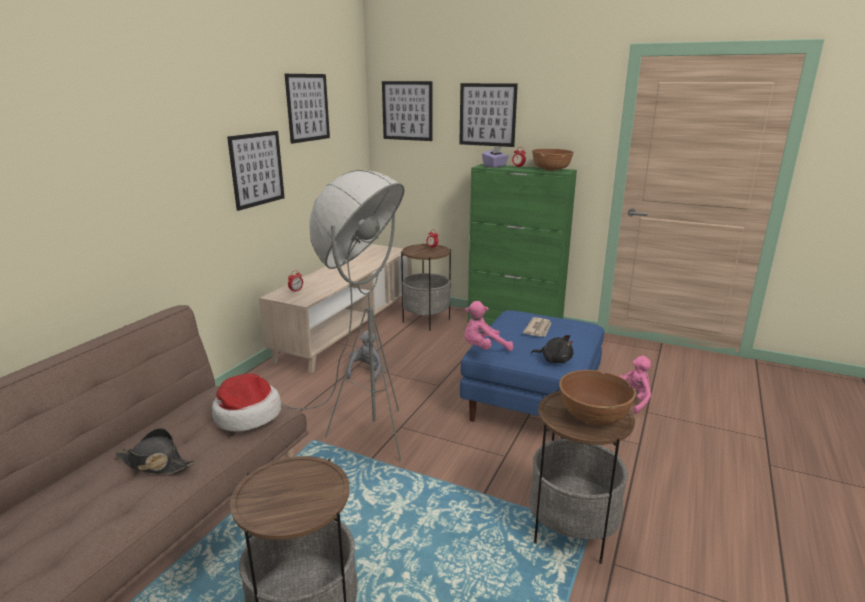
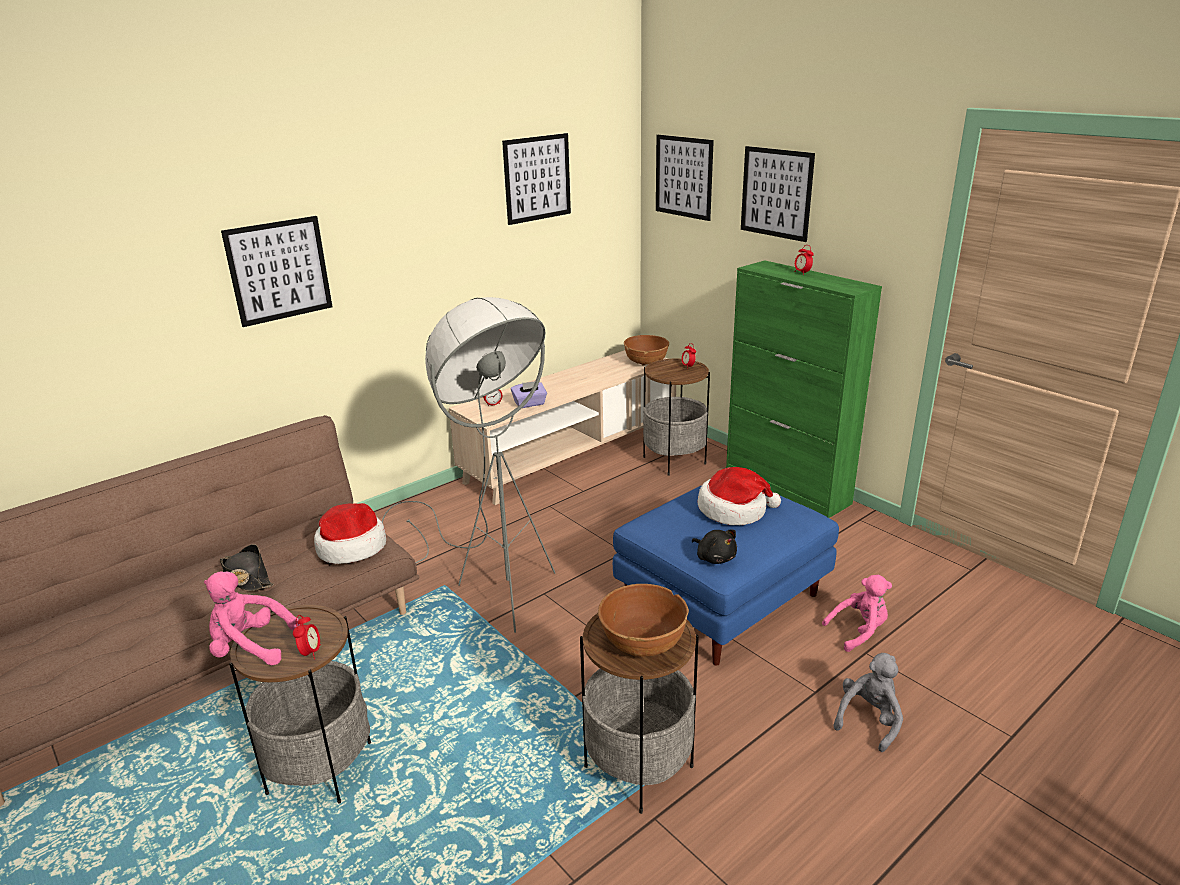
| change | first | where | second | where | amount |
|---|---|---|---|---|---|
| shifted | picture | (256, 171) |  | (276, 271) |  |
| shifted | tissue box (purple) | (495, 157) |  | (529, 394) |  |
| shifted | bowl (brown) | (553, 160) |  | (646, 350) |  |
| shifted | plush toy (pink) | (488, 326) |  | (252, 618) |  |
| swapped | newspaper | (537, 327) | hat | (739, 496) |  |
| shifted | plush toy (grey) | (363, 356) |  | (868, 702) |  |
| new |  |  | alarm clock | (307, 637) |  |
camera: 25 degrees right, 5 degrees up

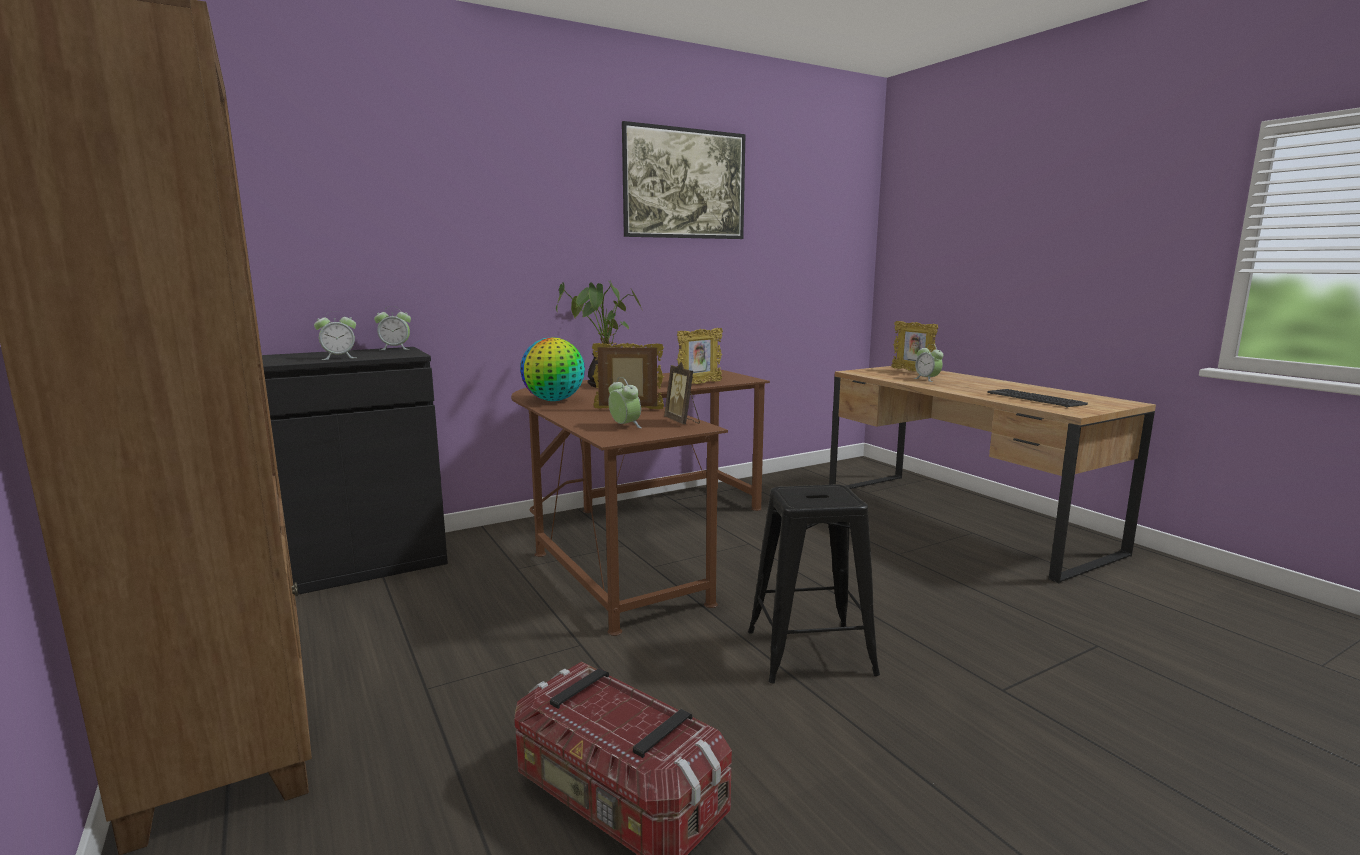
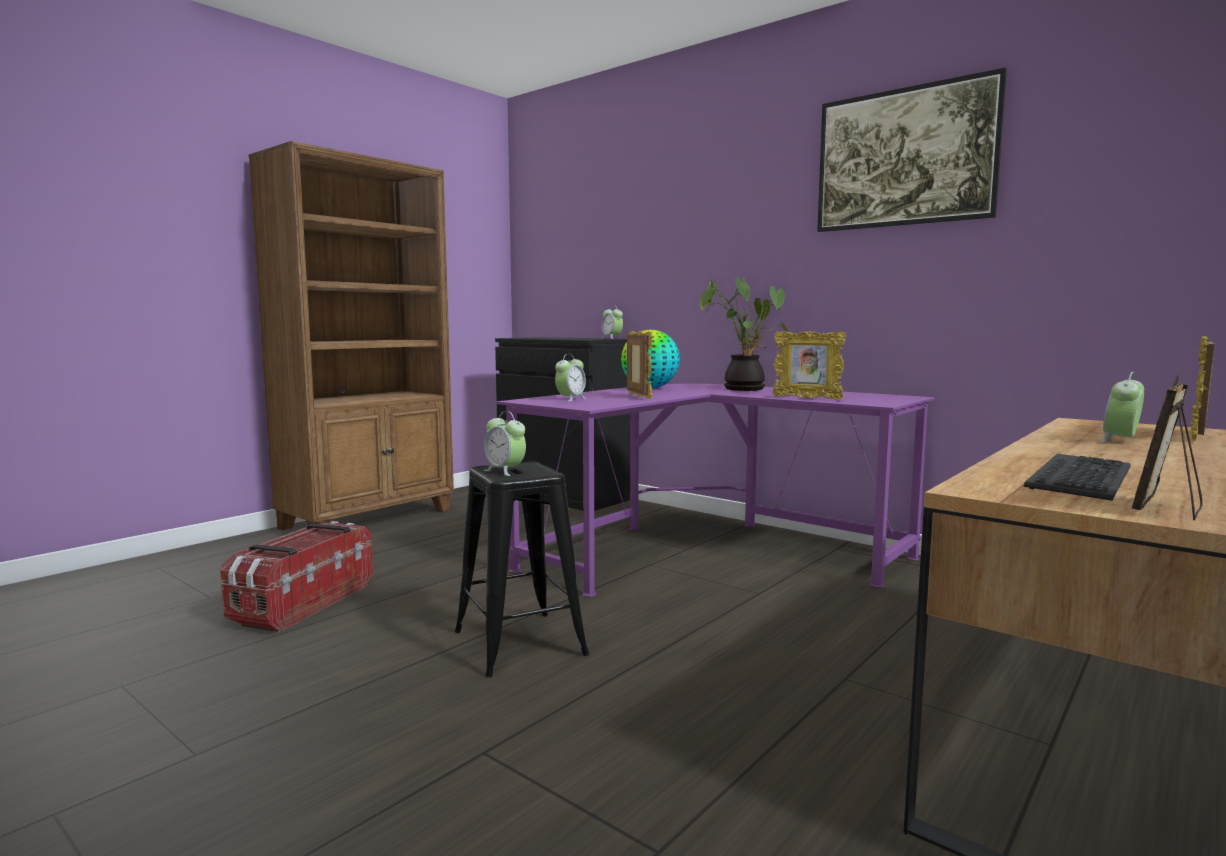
| change | first | where | second | where | amount |
|---|---|---|---|---|---|
| shifted | alarm clock | (335, 335) |  | (505, 443) |  |
| shifted | picture frame | (682, 393) |  | (1167, 446) |  |
| repainted | desk (brown) | (640, 502) | desk (purple) | (715, 490) |  |
camera: 70 degrees right, 5 degrees down

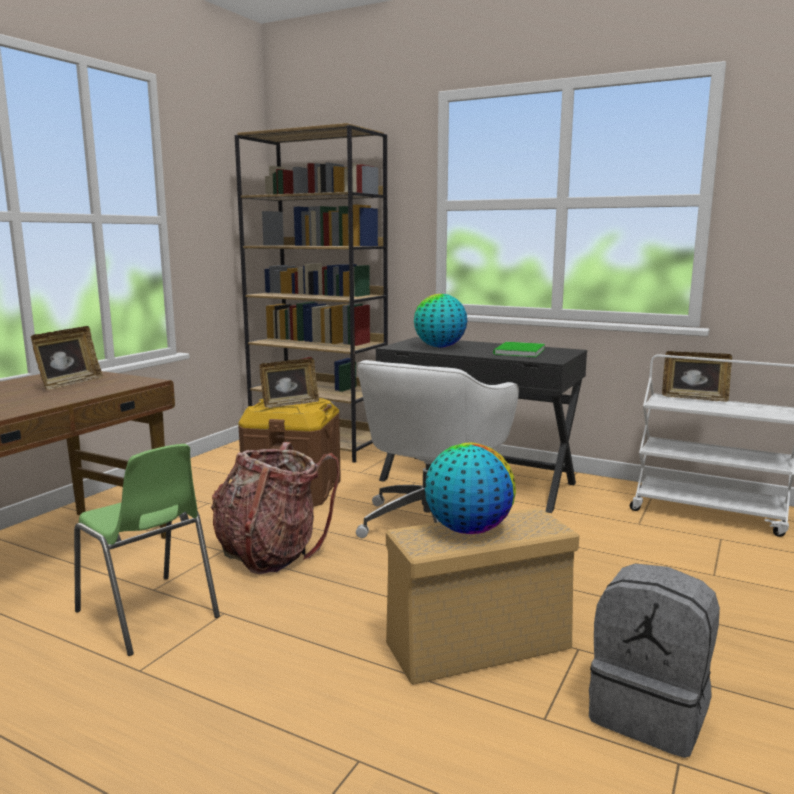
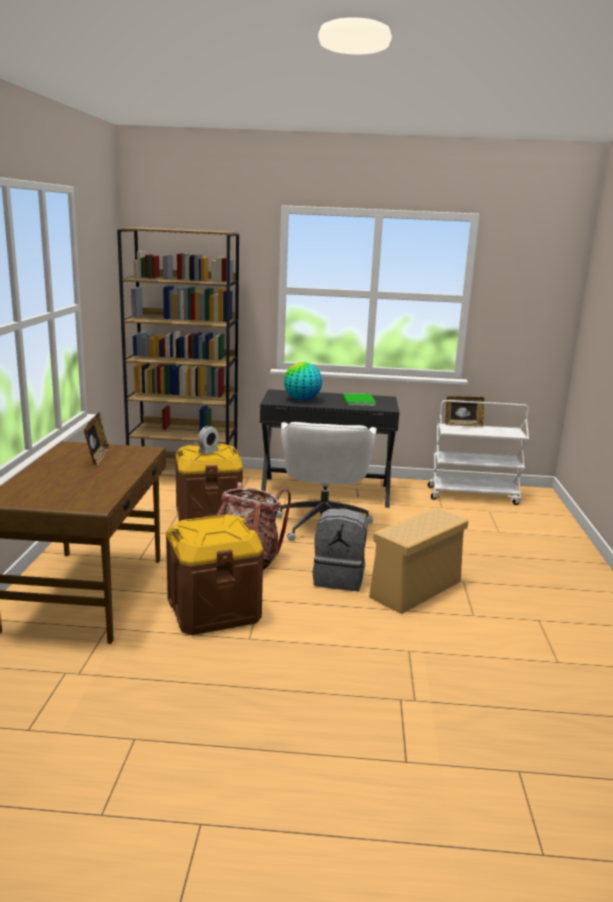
| change | first | where | second | where | amount |
|---|---|---|---|---|---|
| swapped | picture frame | (289, 383) | alarm clock | (208, 440) |  |
| gone | globe | (470, 488) |  |  |  |
| swapped | chair (green) | (147, 550) | storage box (brown) | (215, 574) |  |
| shifted | backpack (grey) | (654, 660) |  | (340, 549) |  |
camera: 25 degrees left, 5 degrees up

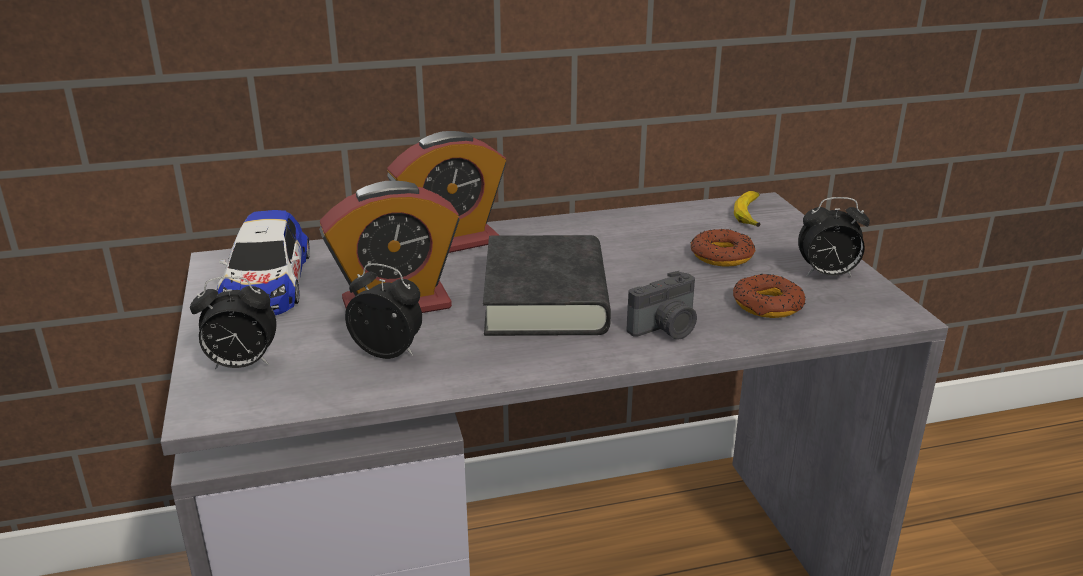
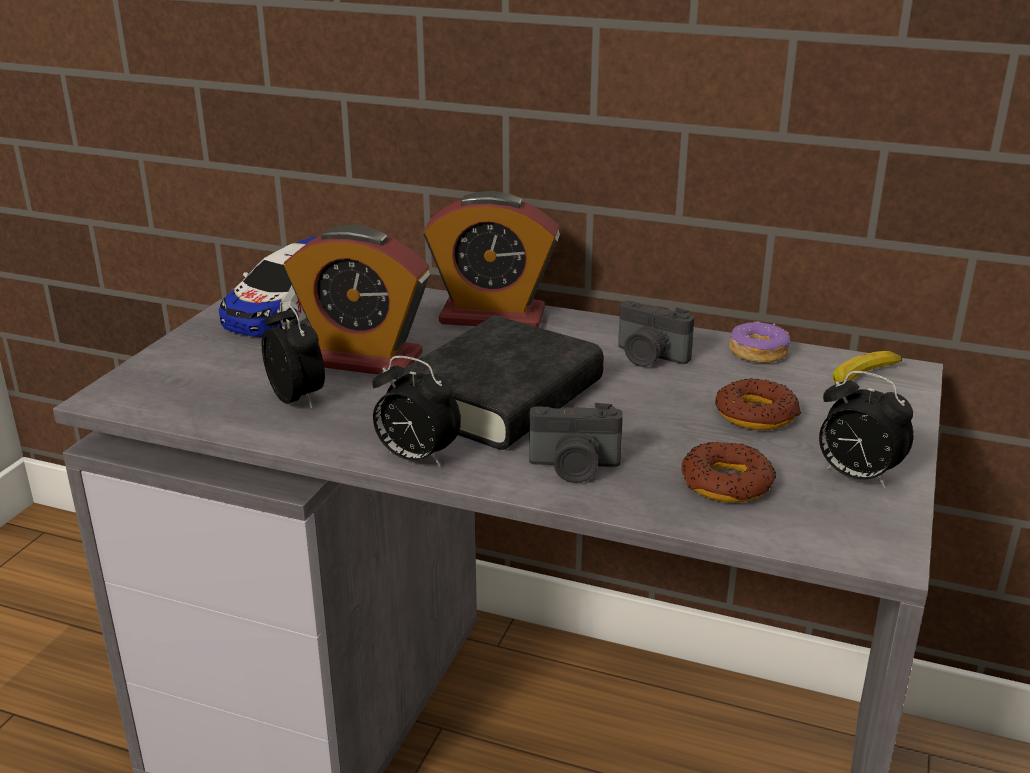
| change | first | where | second | where | amount |
|---|---|---|---|---|---|
| shifted | alarm clock | (233, 322) |  | (416, 411) |  |
| new |  |  | photo camera | (656, 334) |  |
| new |  |  | donut | (759, 342) |  |
camera: 35 degrees right, 0 degrees up

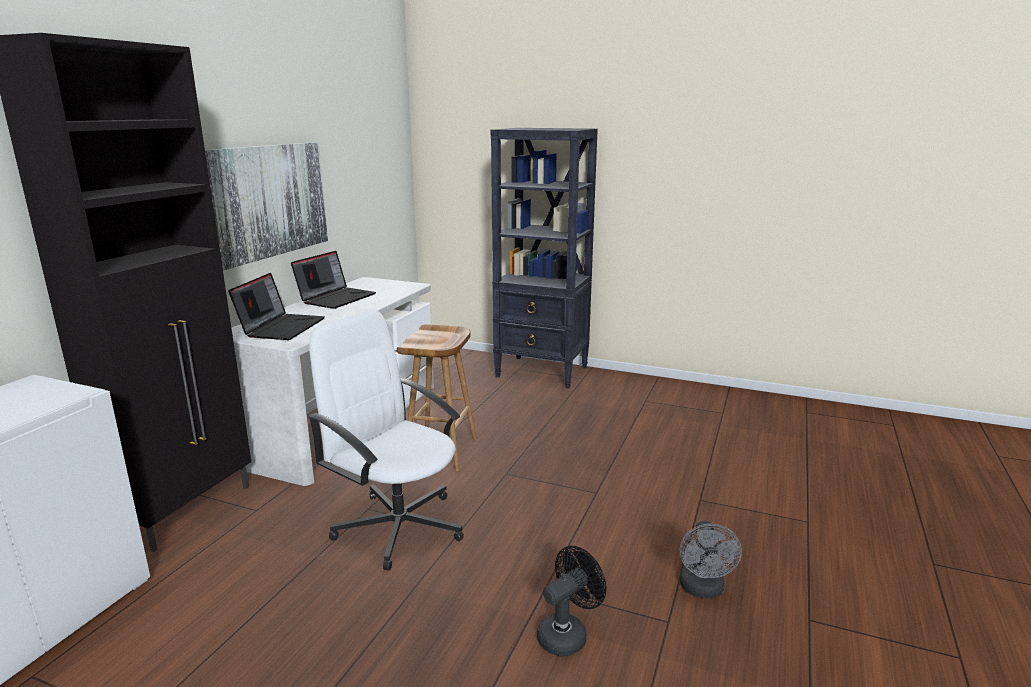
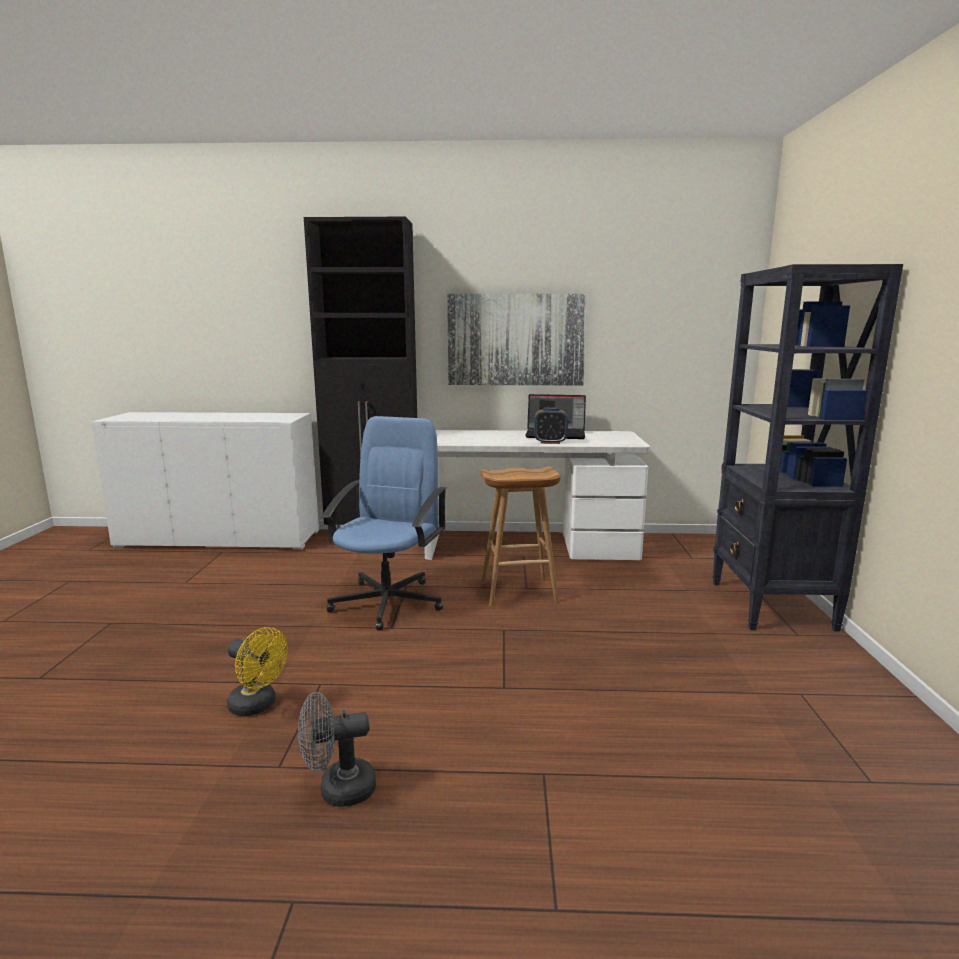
| change | first | where | second | where | amount |
|---|---|---|---|---|---|
| gone | laptop | (276, 306) |  |  |  |
| repainted | office chair (white) | (386, 440) | office chair (blue) | (384, 523) |  |
| repainted | fan (black) | (571, 601) | fan (yellow) | (257, 671) |  |
| new |  |  | alarm clock | (551, 425) |  |
camera: 70 degrees right, 5 degrees down

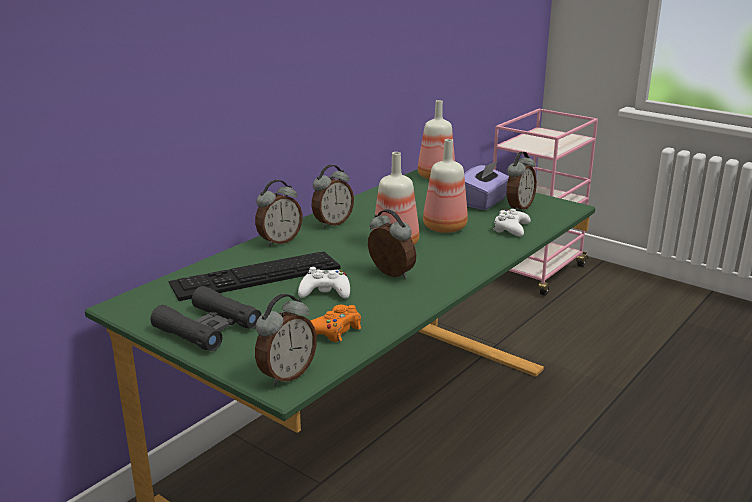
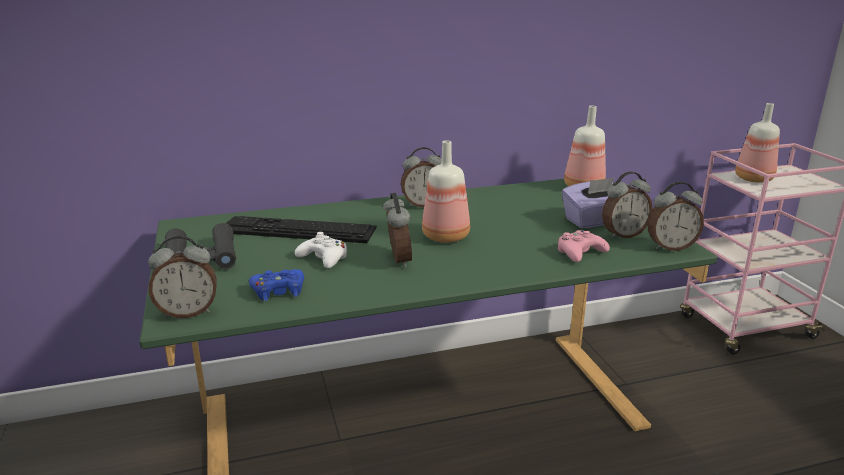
| change | first | where | second | where | amount |
|---|---|---|---|---|---|
| shifted | bottle | (445, 186) |  | (757, 143) |  |
| shifted | alarm clock | (279, 213) |  | (675, 216) |  |
| repainted | game controller (white) | (512, 222) | game controller (pink) | (583, 245) |  |
| repainted | game controller (orange) | (335, 323) | game controller (blue) | (276, 285) |  |
camera: 35 degrees right, 0 degrees up

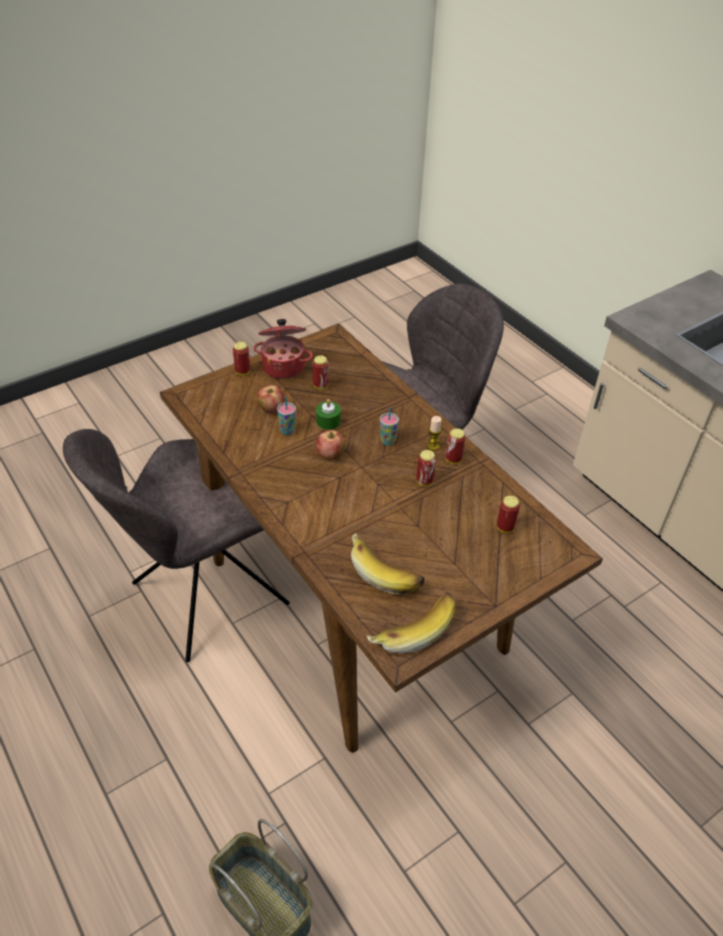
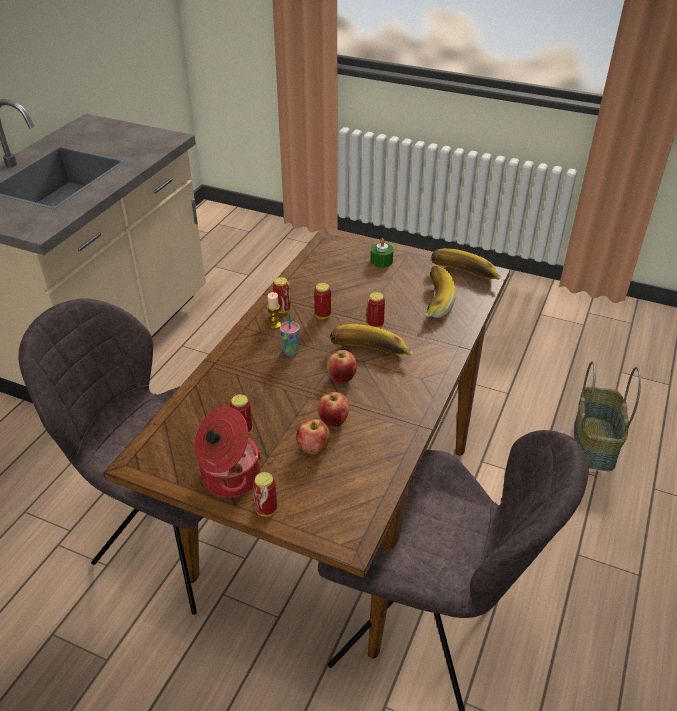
| change | first | where | second | where | amount |
|---|---|---|---|---|---|
| swapped | cup | (286, 415) | apple | (334, 409) |  |
| shifted | candle (green) | (328, 414) |  | (382, 253) |  |
| shifted | can | (508, 514) |  | (376, 310) |  |
| new |  |  | banana | (371, 340) |  |
camera: 120 degrees left, 5 degrees down

